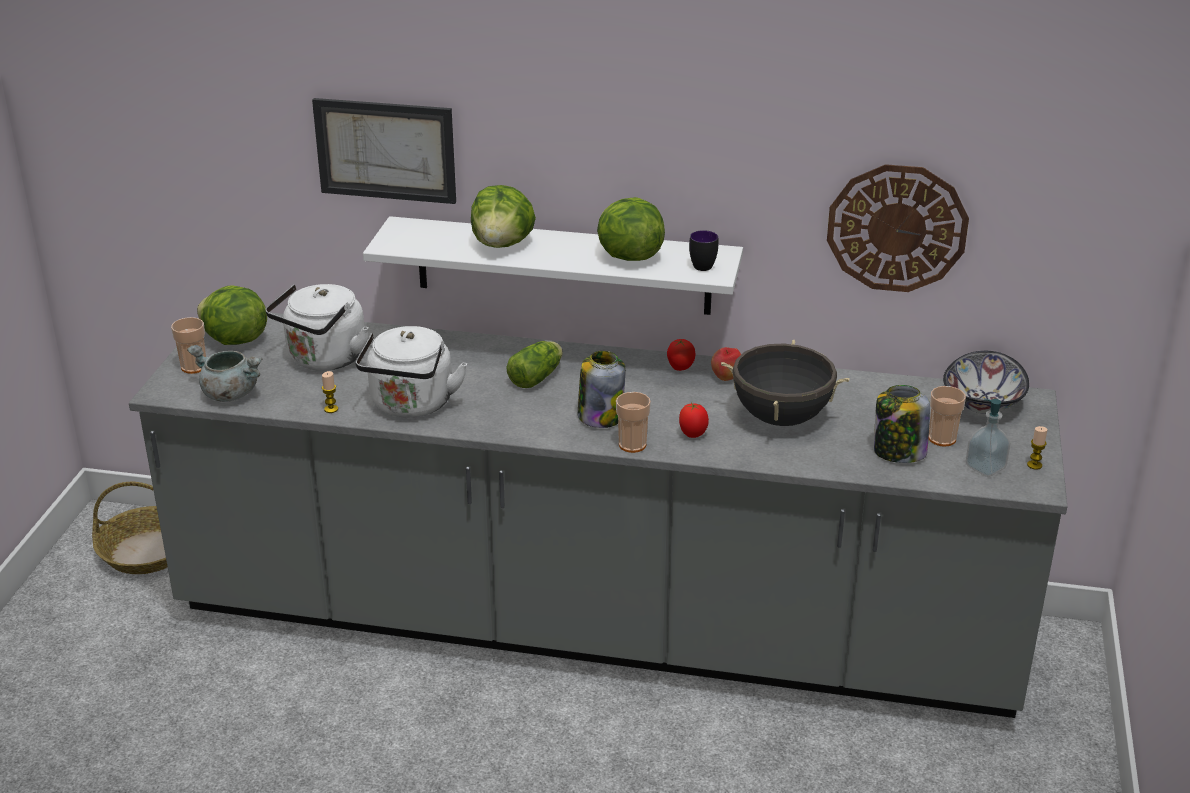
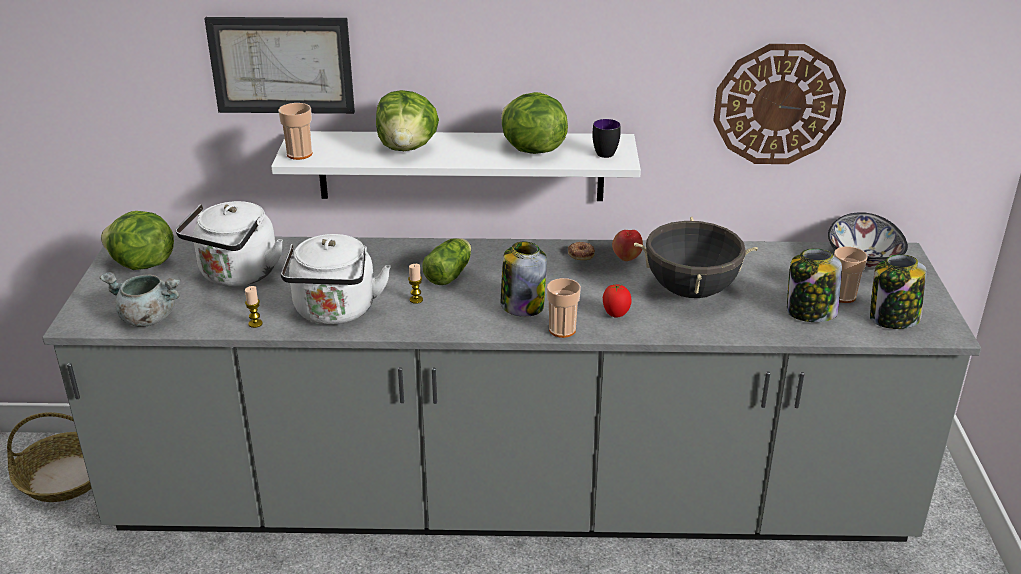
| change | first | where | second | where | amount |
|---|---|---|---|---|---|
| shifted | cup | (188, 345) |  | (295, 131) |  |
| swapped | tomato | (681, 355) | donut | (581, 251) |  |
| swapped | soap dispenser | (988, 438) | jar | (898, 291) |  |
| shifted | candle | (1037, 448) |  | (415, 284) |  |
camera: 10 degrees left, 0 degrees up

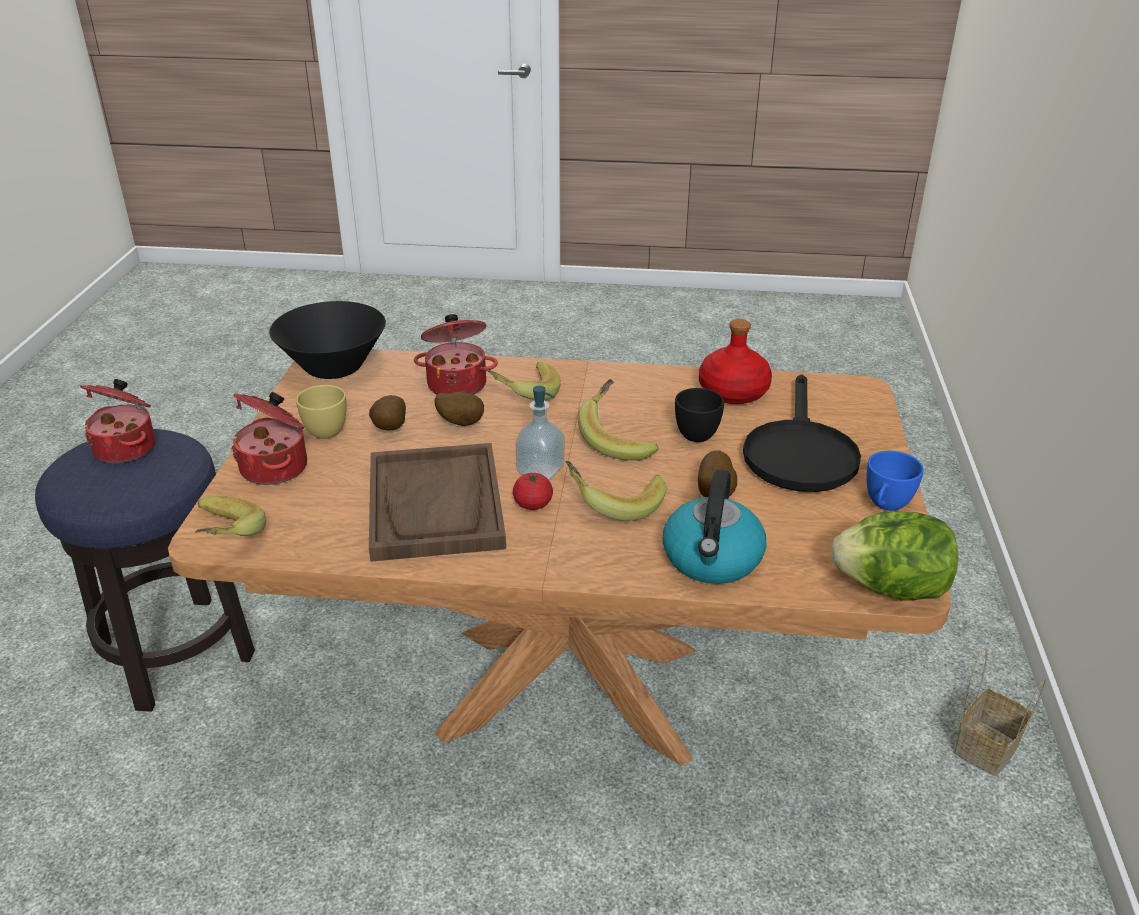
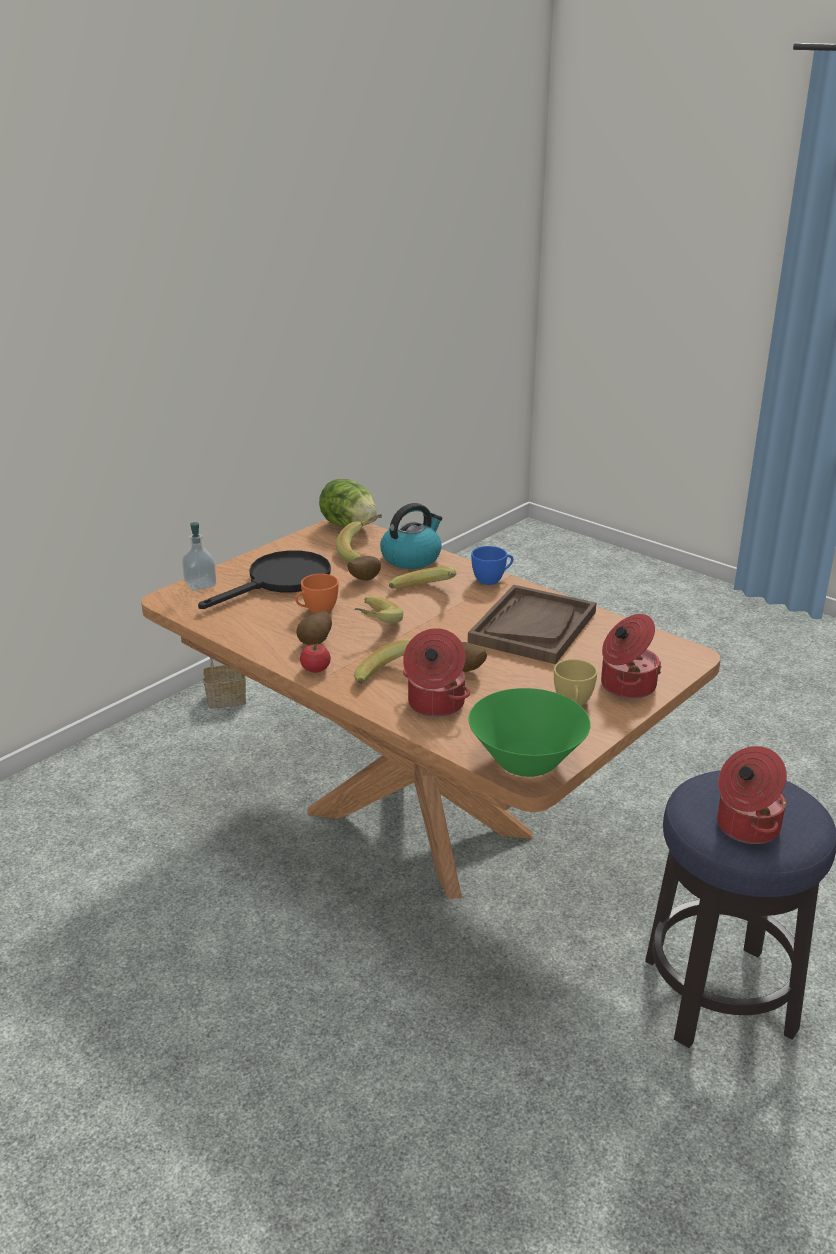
| change | first | where | second | where | amount |
|---|---|---|---|---|---|
| repainted | bowl (black) | (327, 340) | bowl (green) | (530, 732) |  |
| gone | bottle (red) | (735, 361) |  |  |  |
| shifted | soap dispenser | (540, 433) |  | (199, 556) |  |
| repainted | cup (black) | (699, 415) | cup (orange) | (317, 593) |  |
| shifted | potato | (387, 412) |  | (314, 628) |  |
| shifted | cup (blue) | (895, 481) |  | (492, 565) |  |
| shifted | tomato | (533, 491) |  | (315, 658) |  |
| shifted | banana | (231, 515) |  | (359, 538) |  |
camera: 145 degrees left, 5 degrees down

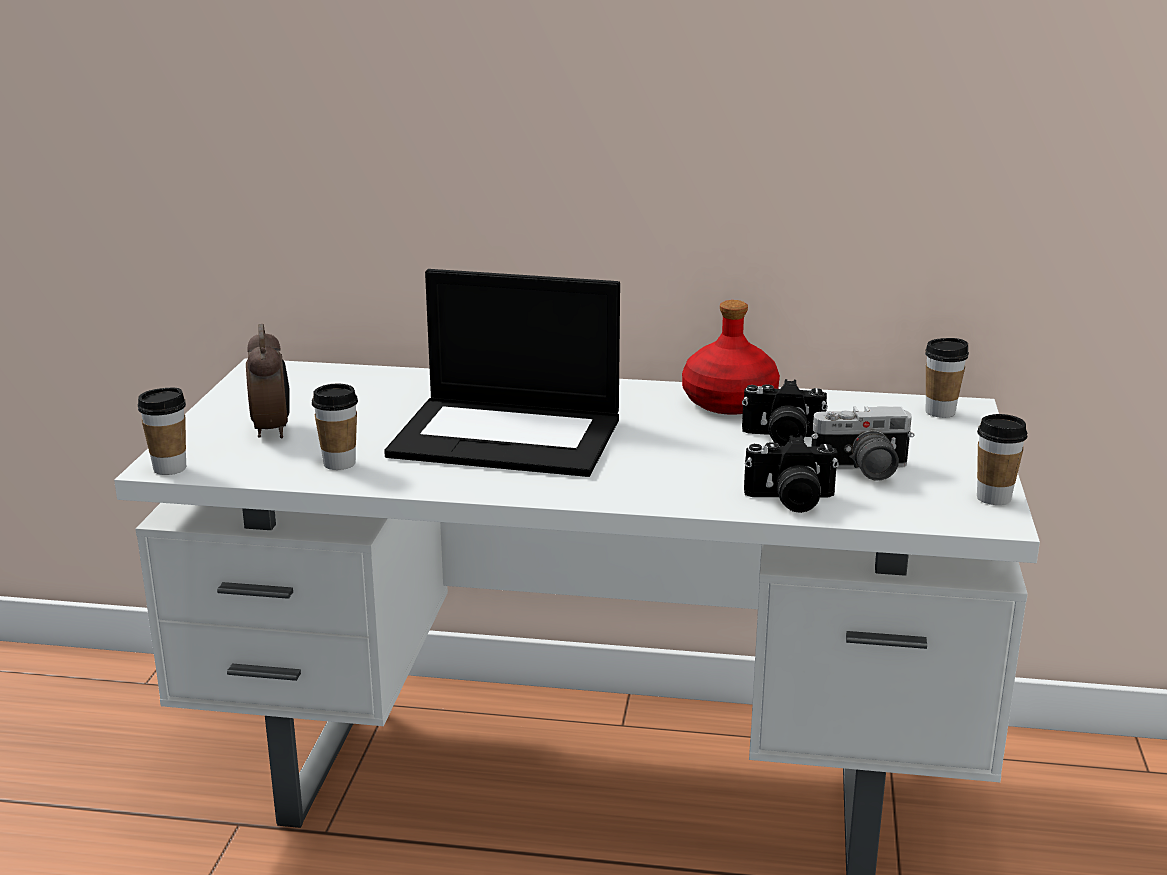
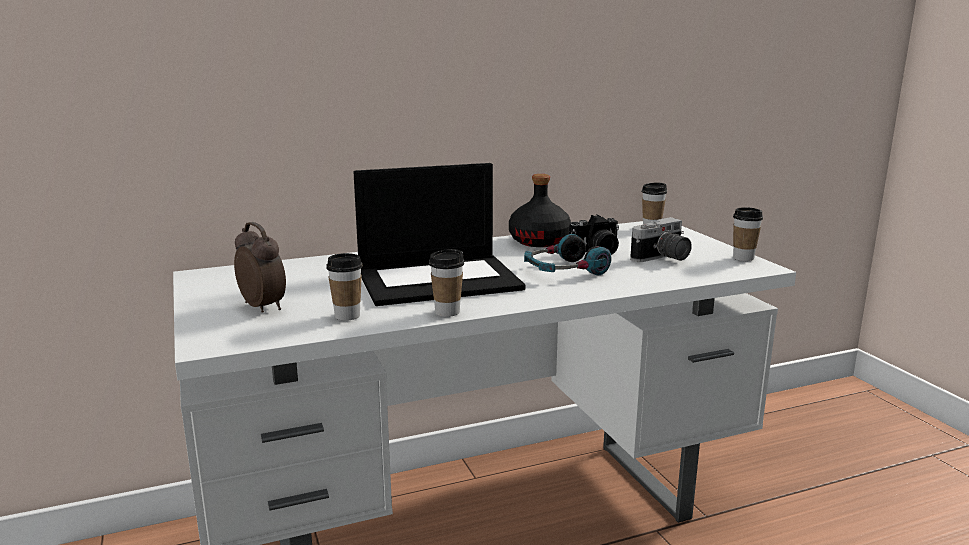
| change | first | where | second | where | amount |
|---|---|---|---|---|---|
| repainted | bottle (red) | (731, 357) | bottle (black) | (540, 210) |  |
| shifted | cup | (162, 431) |  | (446, 283) |  |
| gone | photo camera | (791, 474) |  |  |  |
| new |  |  | headphones | (567, 255) |  |
camera: 30 degrees left, 5 degrees down

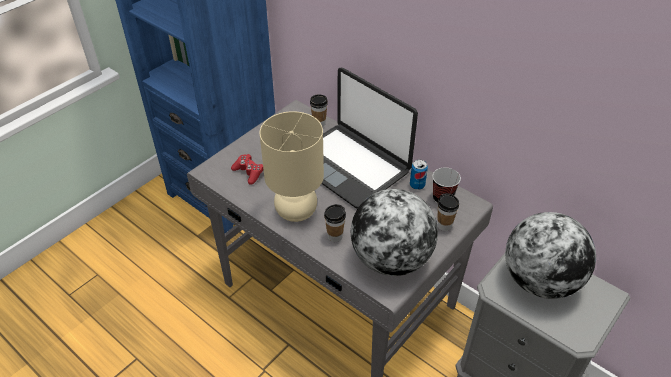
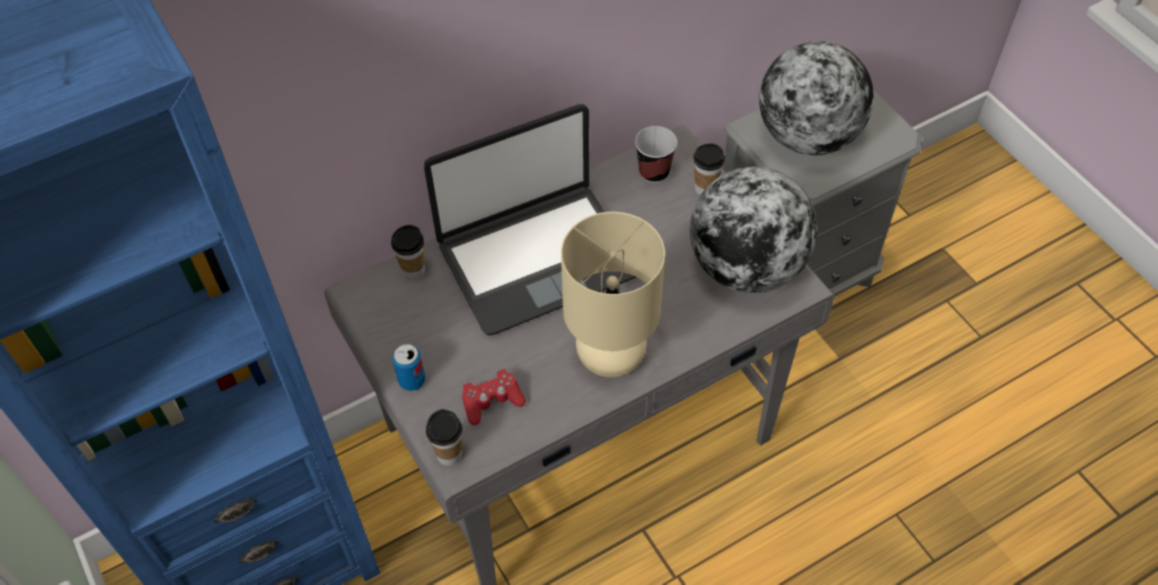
| change | first | where | second | where | amount |
|---|---|---|---|---|---|
| shifted | can | (419, 174) |  | (408, 367) |  |
| shifted | cup | (335, 223) |  | (444, 437) |  |
camera: 70 degrees left, 10 degrees up

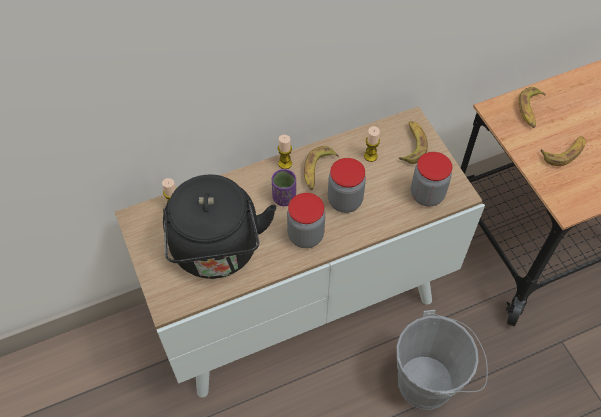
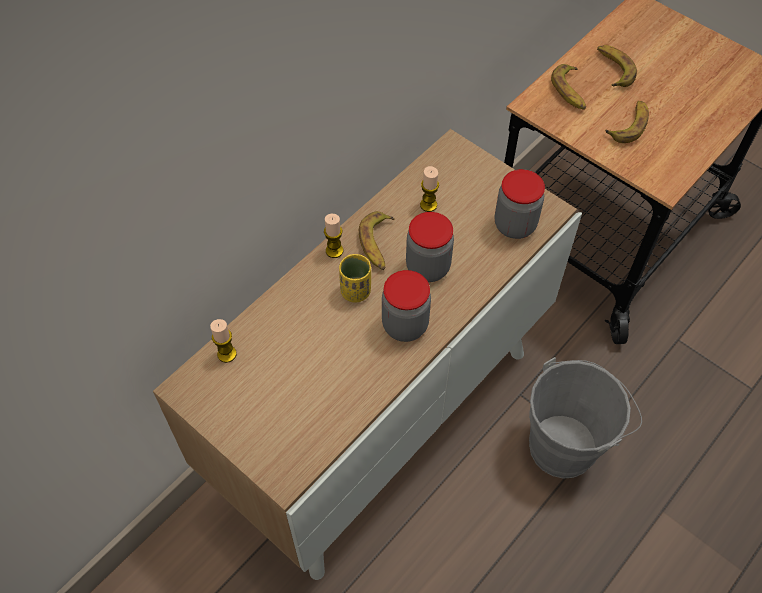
| change | first | where | second | where | amount |
|---|---|---|---|---|---|
| shifted | banana | (413, 142) |  | (617, 66) |  |
| repainted | cup (purple) | (284, 187) | cup (yellow) | (355, 278) |  |
| gone | kettle (black) | (220, 227) |  |  |  |
camera: 25 degrees left, 0 degrees up

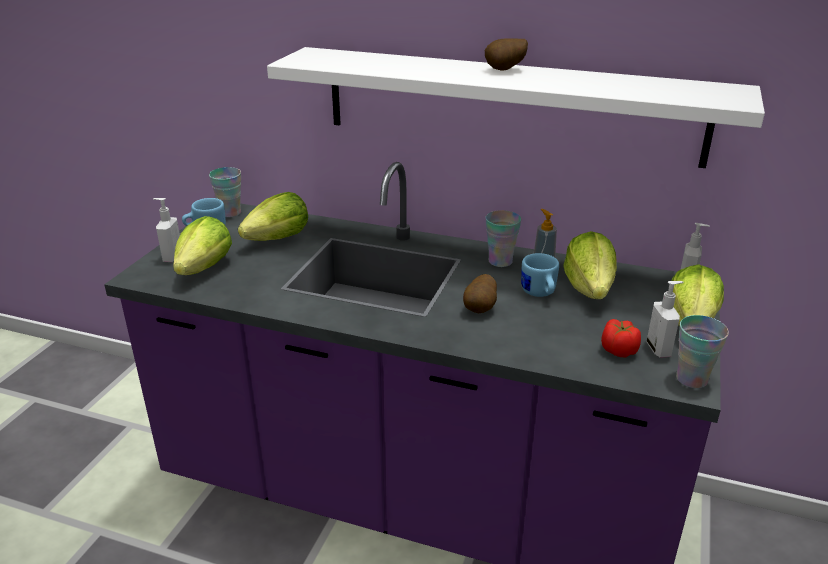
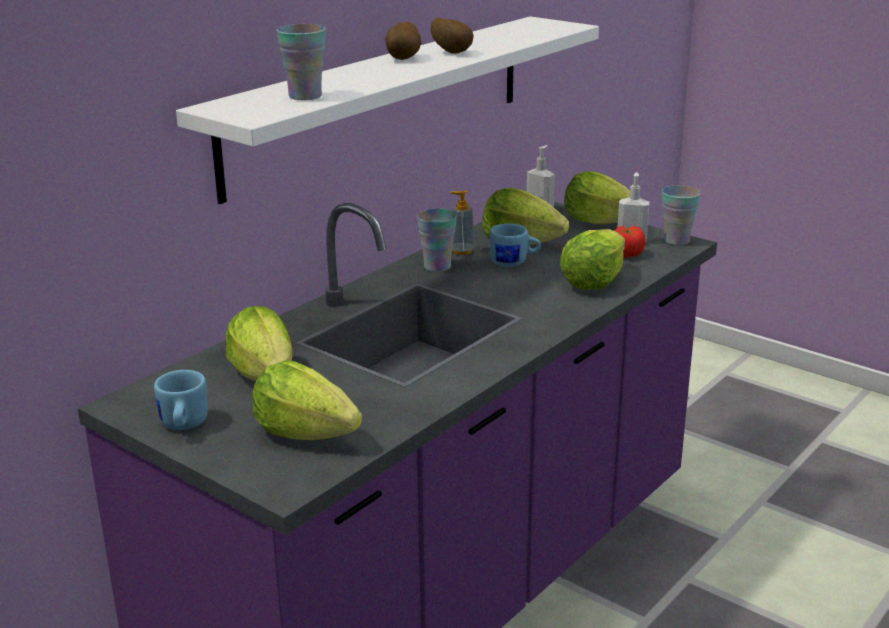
| change | first | where | second | where | amount |
|---|---|---|---|---|---|
| shifted | cup | (225, 192) |  | (301, 62) |  |
| gone | soap dispenser | (166, 230) |  |  |  |
| shifted | potato | (480, 293) |  | (452, 36) |  |
| new |  |  | lettuce | (592, 259) |  |
camera: 70 degrees left, 5 degrees down

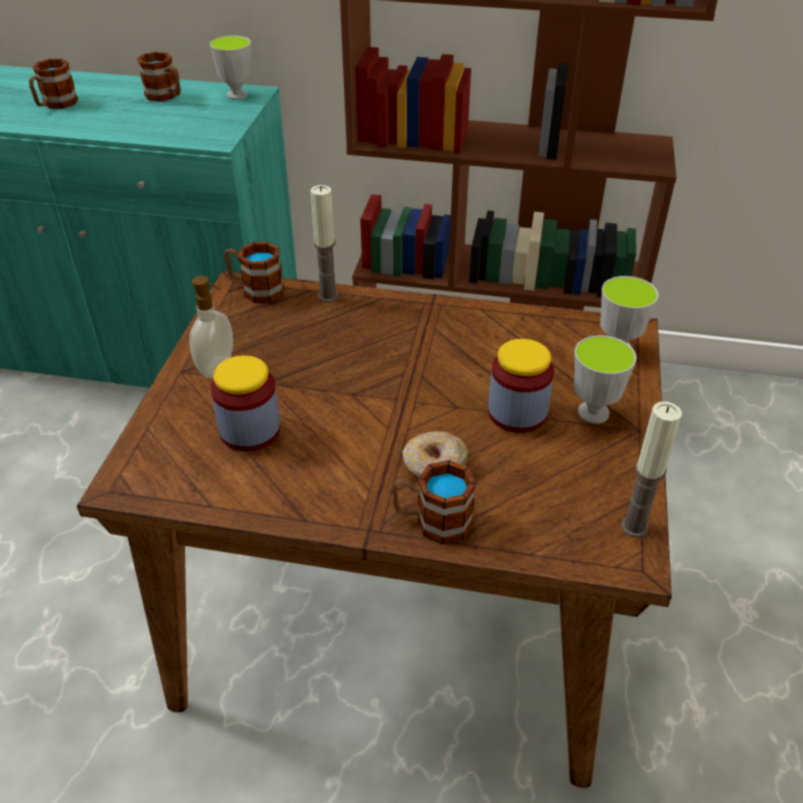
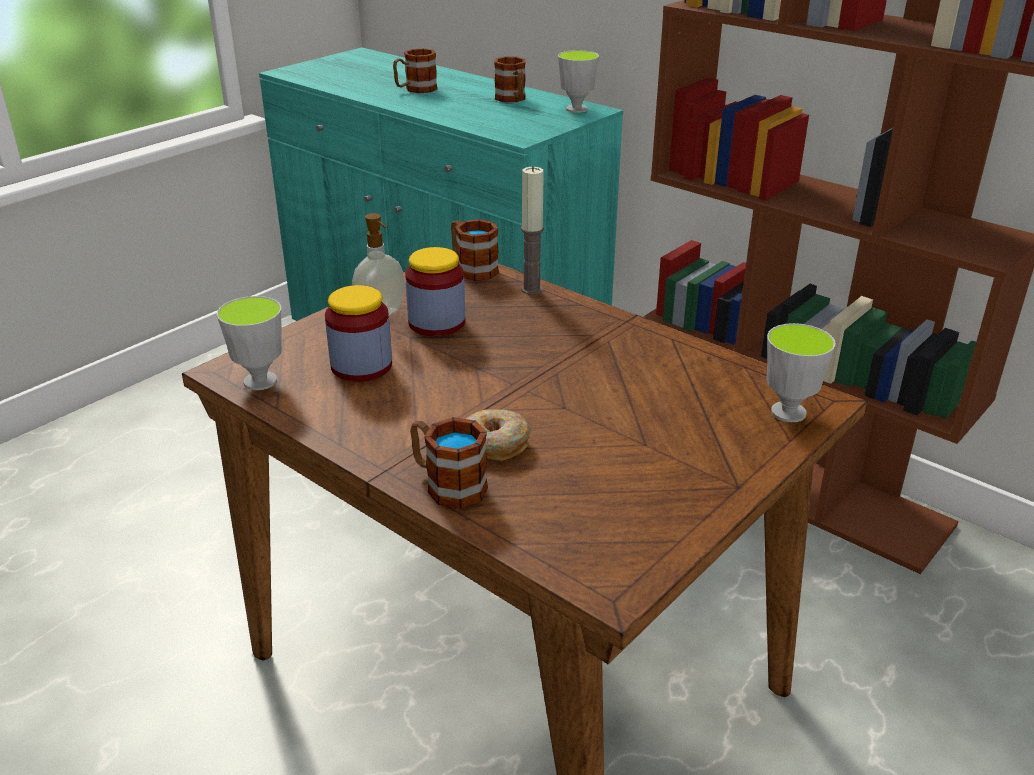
| change | first | where | second | where | amount |
|---|---|---|---|---|---|
| shifted | cup | (605, 379) |  | (249, 343) |  |
| shifted | jar | (521, 386) |  | (435, 291) |  |
| gone | candle | (651, 469) |  |  |  |
camera: 30 degrees right, 10 degrees down

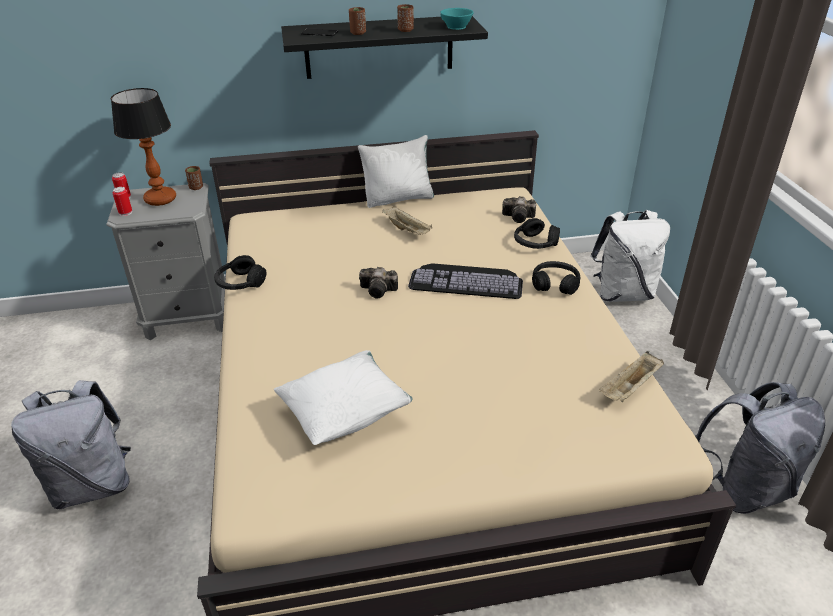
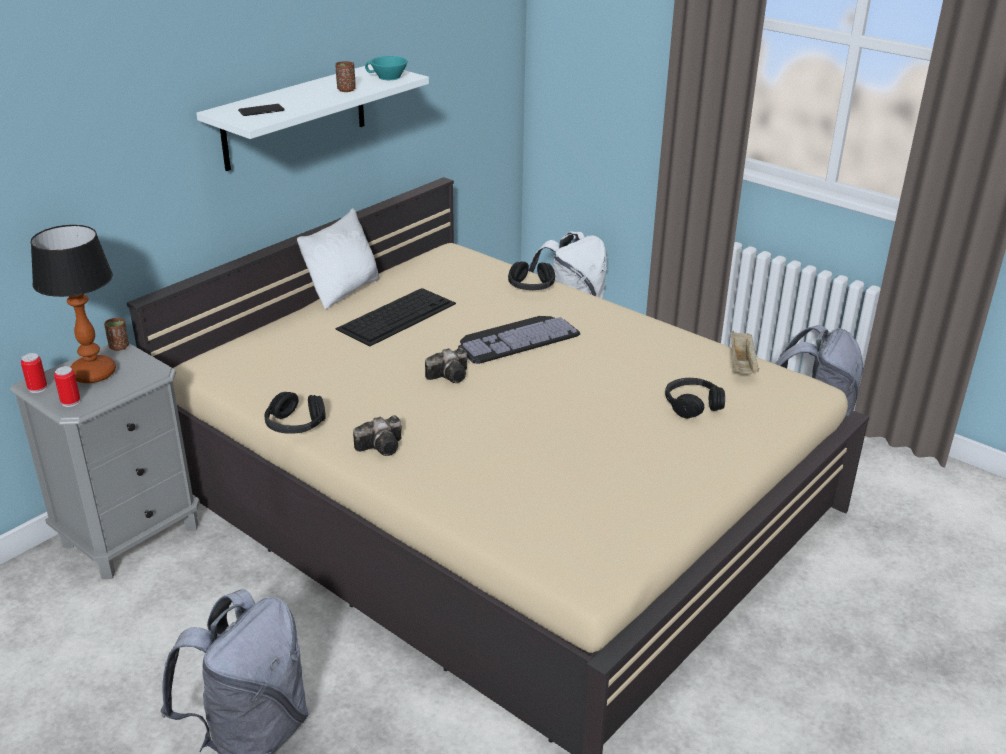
| change | first | where | second | where | amount |
|---|---|---|---|---|---|
| gone | cup (brown) | (357, 21) |  |  |  |
| repainted | shelf (black) | (384, 47) | shelf (white) | (312, 117) |  |
| shifted | photo camera | (519, 209) |  | (377, 435) |  |
| swapped | tray (beige) | (407, 220) | keyboard | (395, 317) |  |
| shifted | headphones (black) | (556, 278) |  | (695, 398) |  |
| gone | pillow (white) | (343, 397) |  |  |  |
camera: 40 degrees left, 5 degrees down

